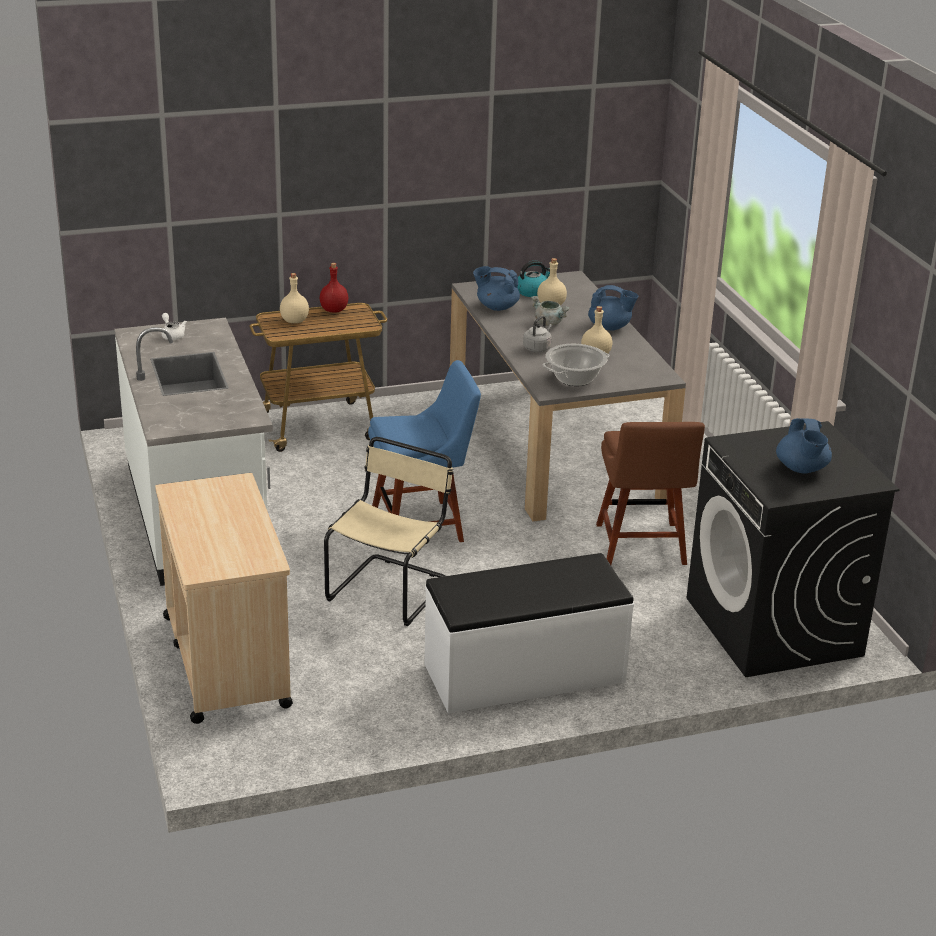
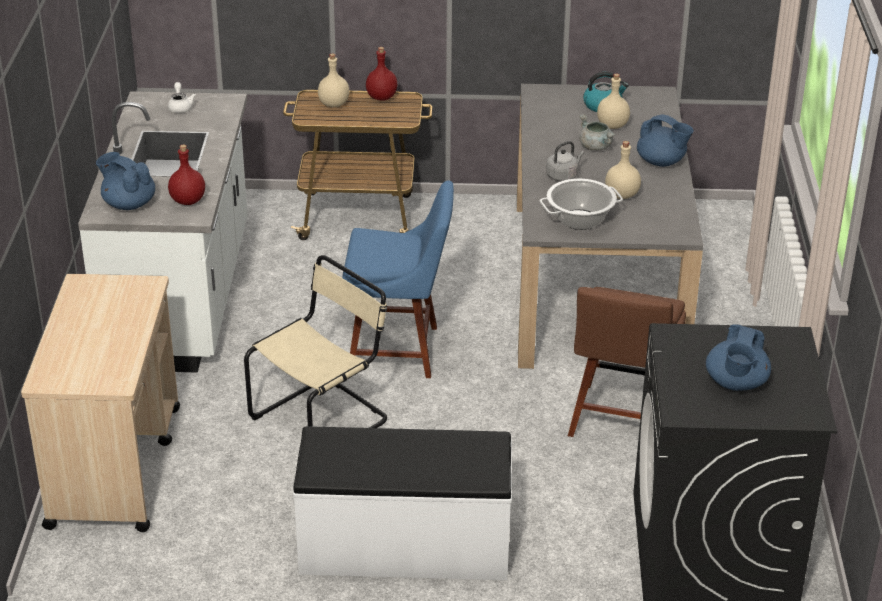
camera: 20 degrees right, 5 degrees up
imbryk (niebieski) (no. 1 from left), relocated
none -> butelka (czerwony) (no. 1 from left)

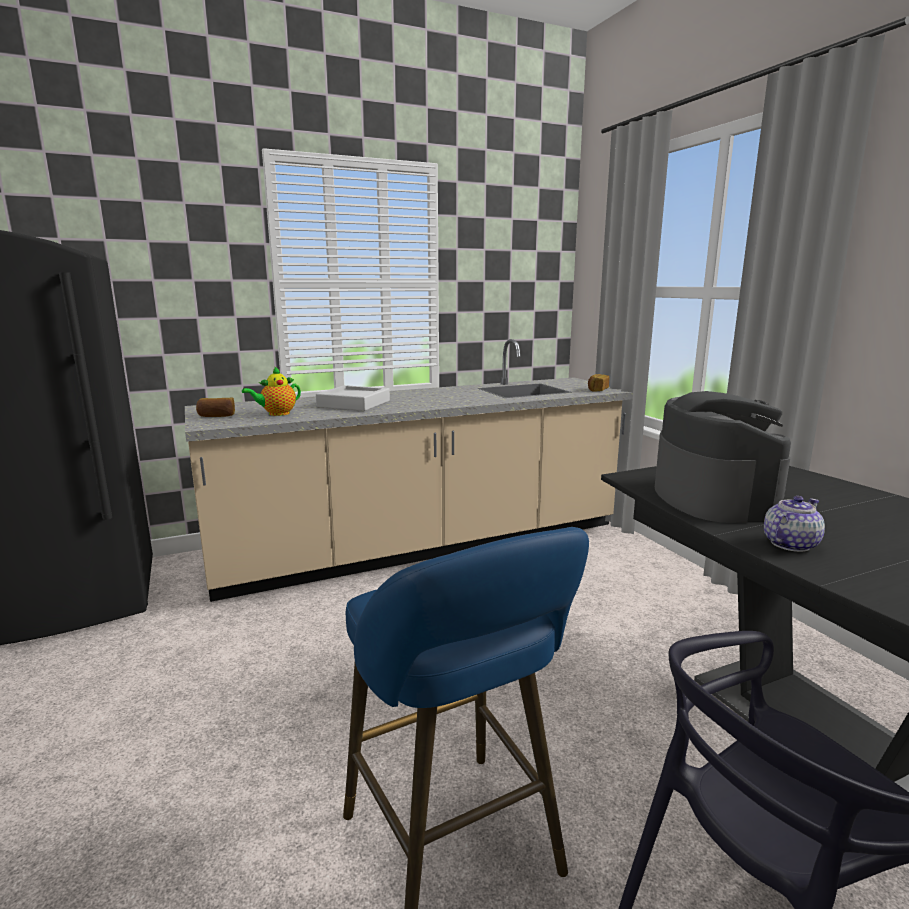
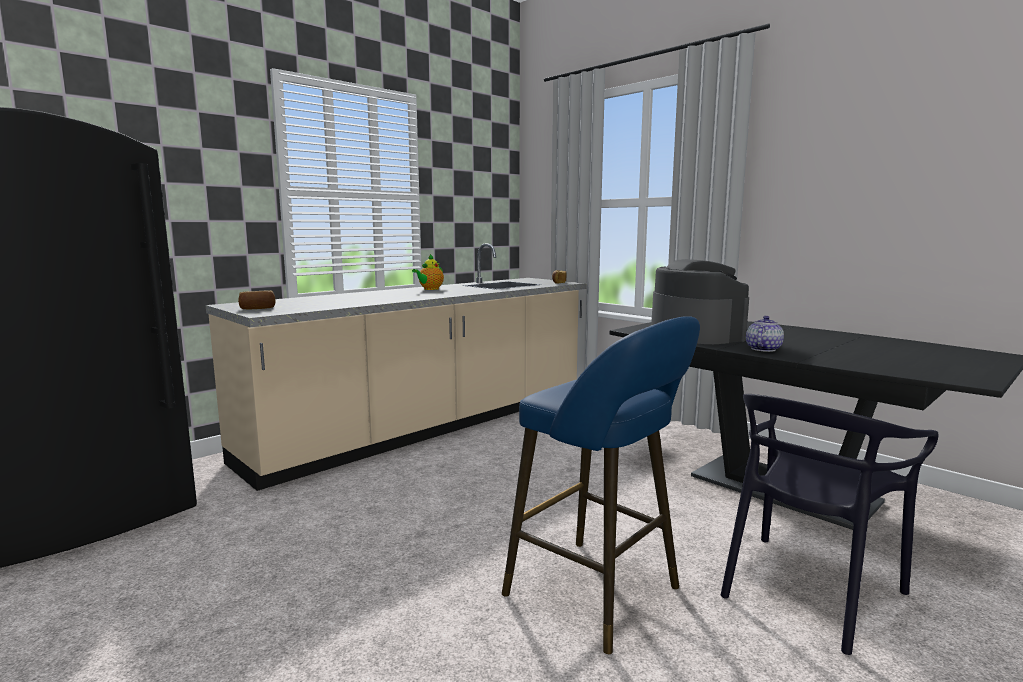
camera: 20 degrees left, 5 degrees down
imbryk (no. 1 from left), relocated
taca (szary) -> none

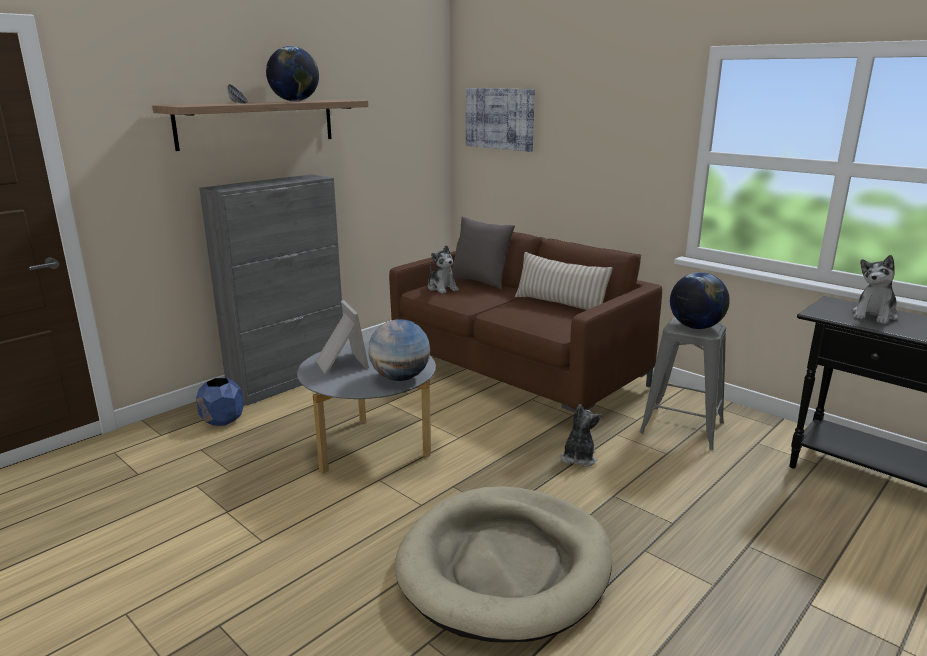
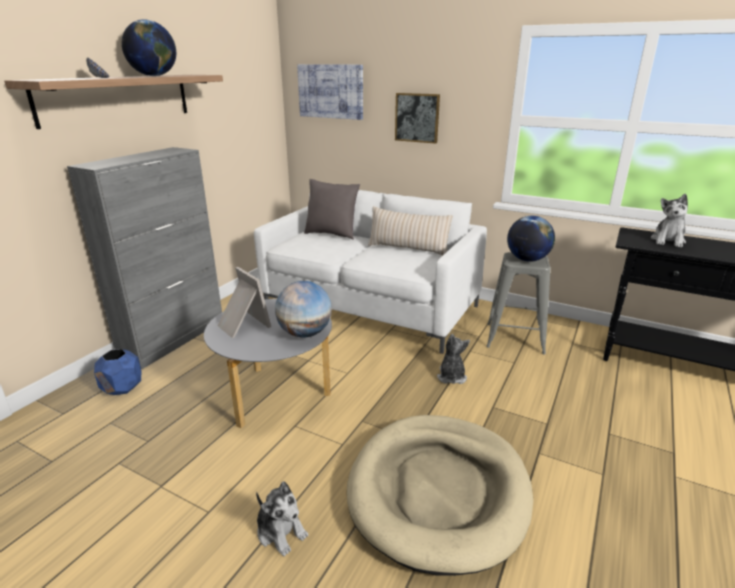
camera: 15 degrees left, 5 degrees up
kanapa (brązowy) -> kanapa (biały)
pluszak (no. 1 from left), relocated
none -> obraz (no. 2 from left)

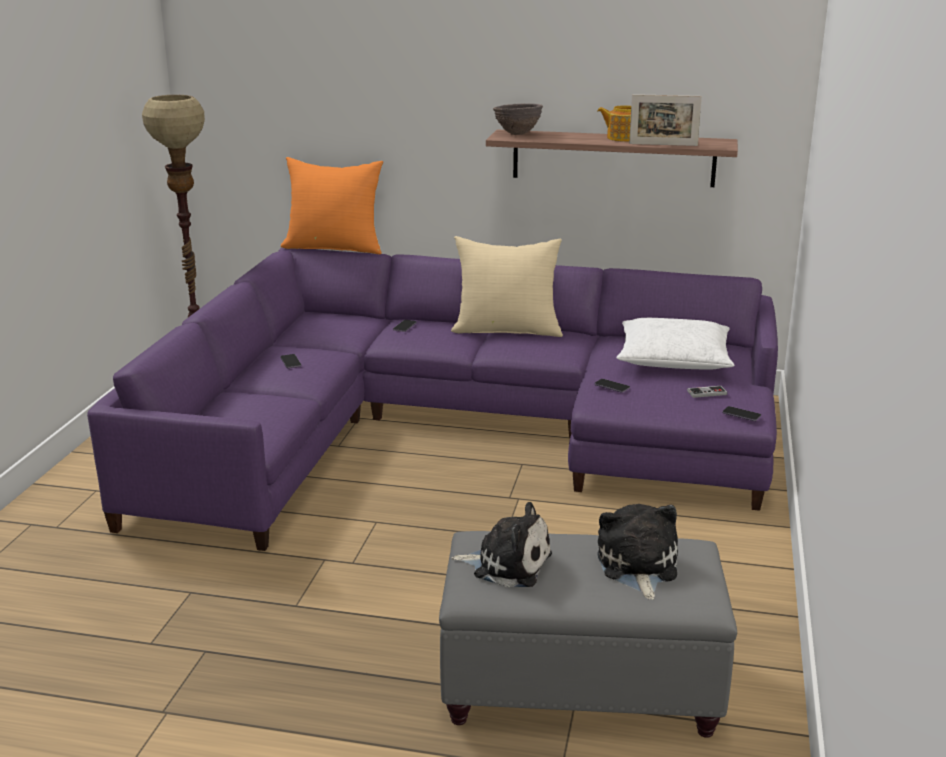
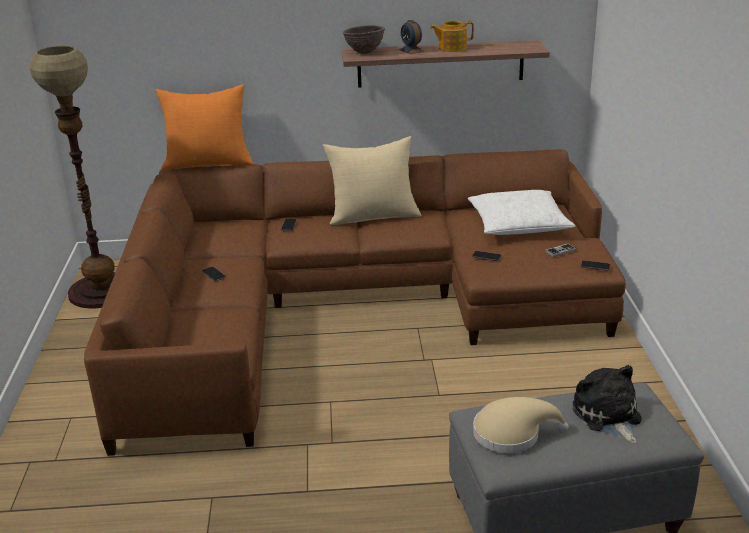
camera: 15 degrees left, 5 degrees up
ramka na zdjęcie -> none
kanapa (fioletowy) -> kanapa (brązowy)
pluszak (no. 1 from left) -> kapelusz (beżowy)
none -> budzik

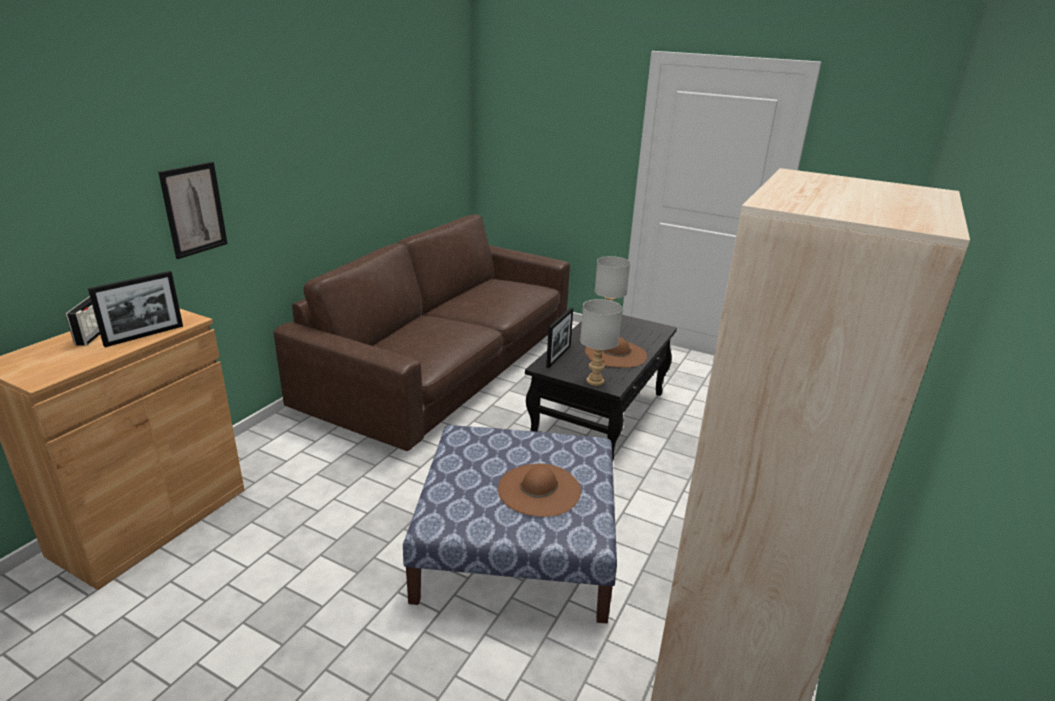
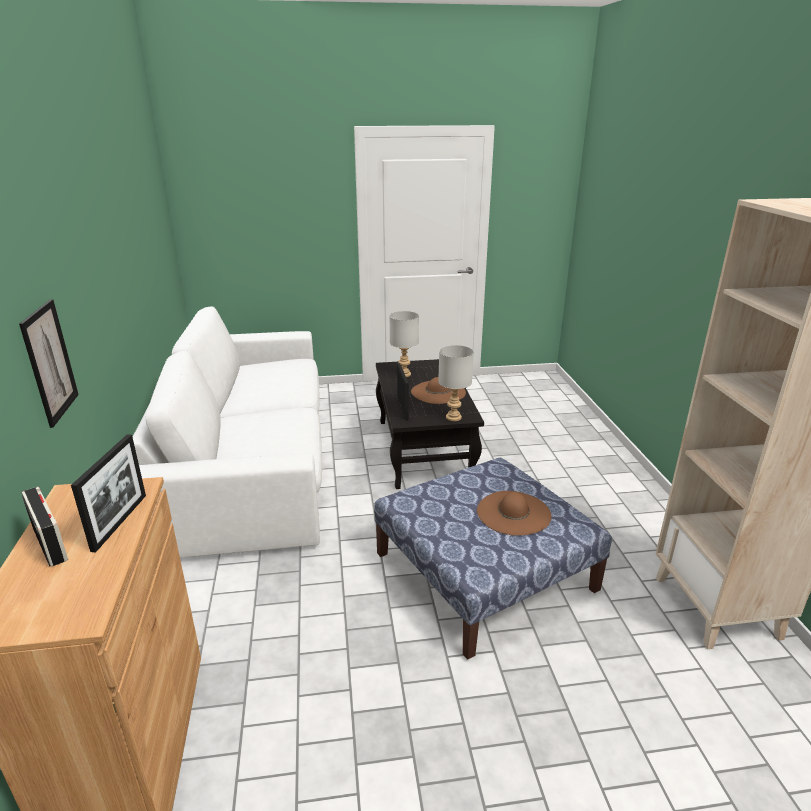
camera: 35 degrees left, 0 degrees up
kanapa (brązowy) -> kanapa (biały)

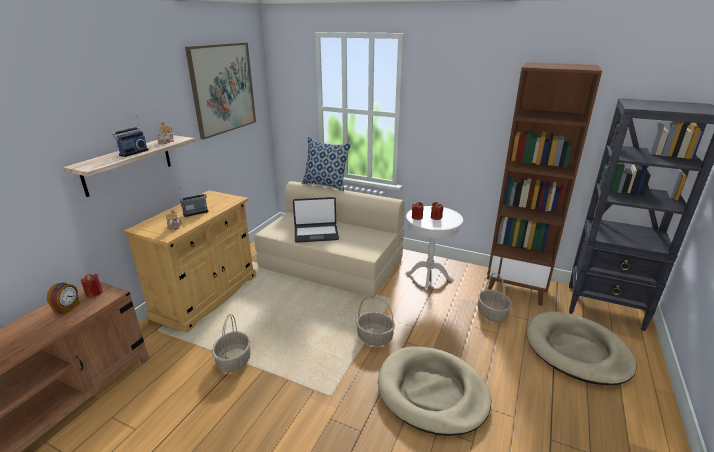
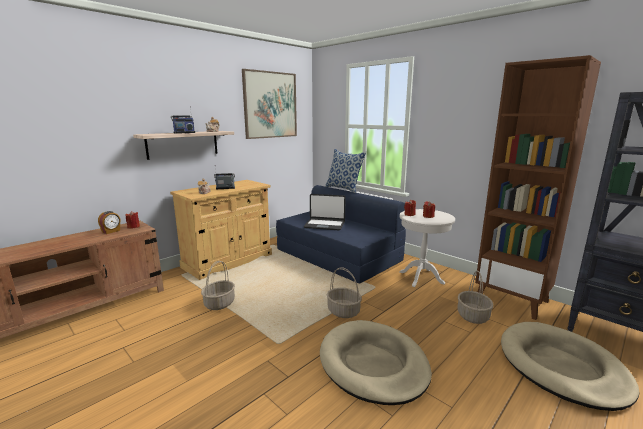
camera: 20 degrees right, 10 degrees down
kanapa (beżowy) -> kanapa (niebieski)

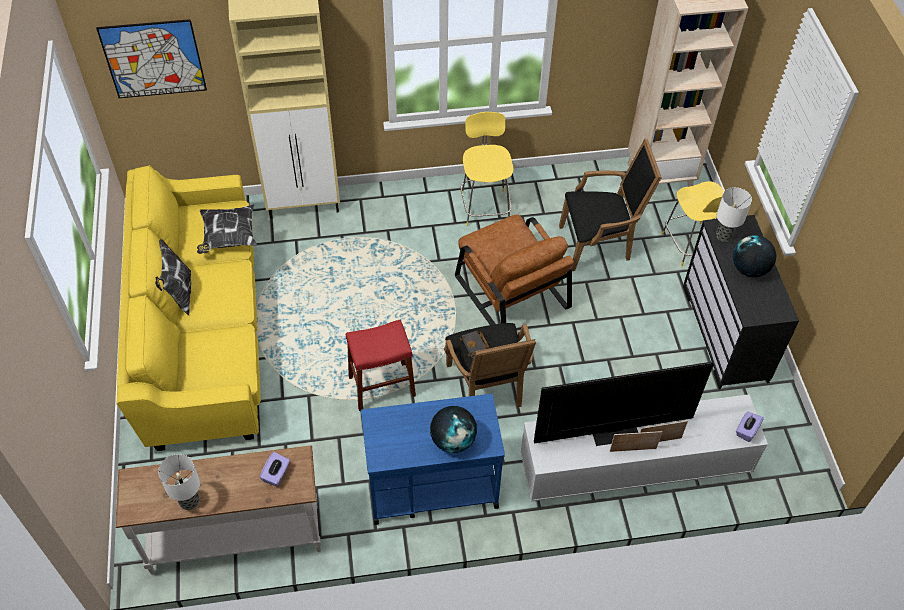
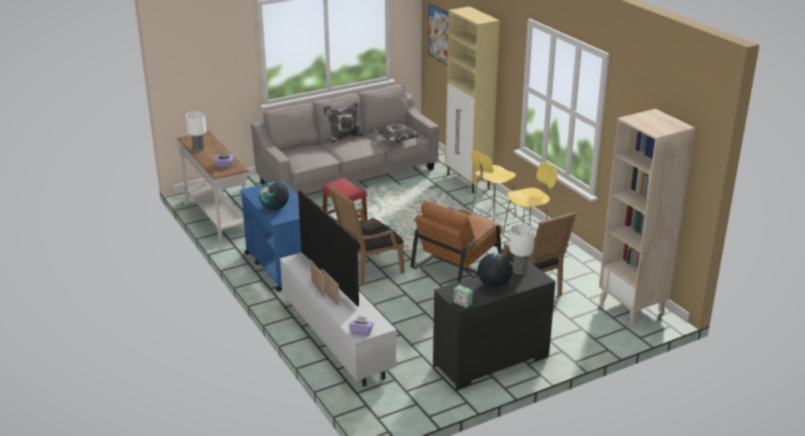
camera: 70 degrees right, 25 degrees down
kanapa (żółty) -> kanapa (szary)
stołek (żółty) (no. 2 from left in the first image) -> stołek (żółty) (no. 1 from left), relocated
none -> budzik

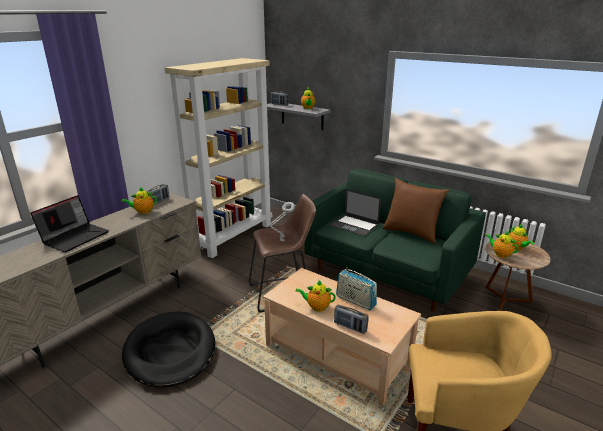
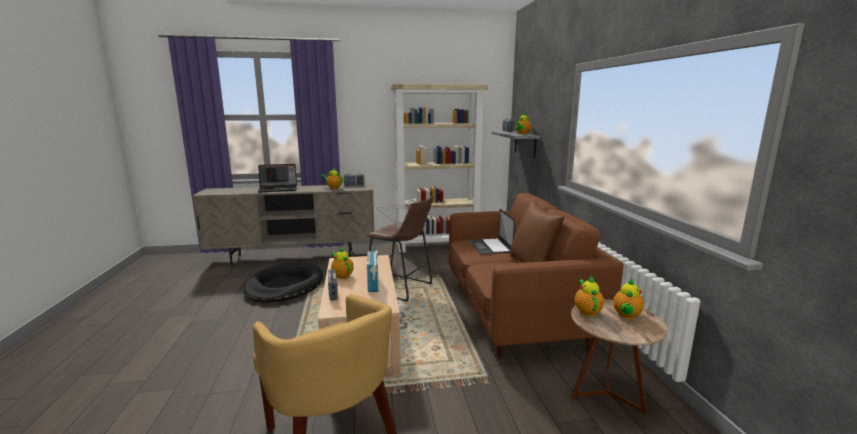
camera: 45 degrees right, 10 degrees down
kanapa (zielony) -> kanapa (brązowy)

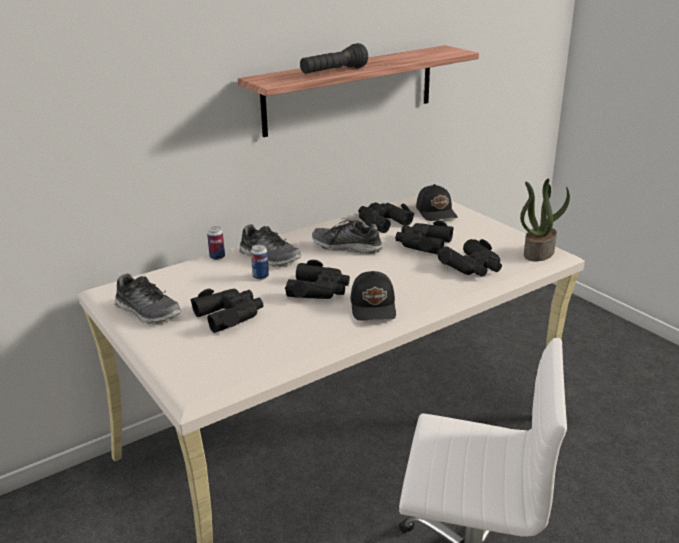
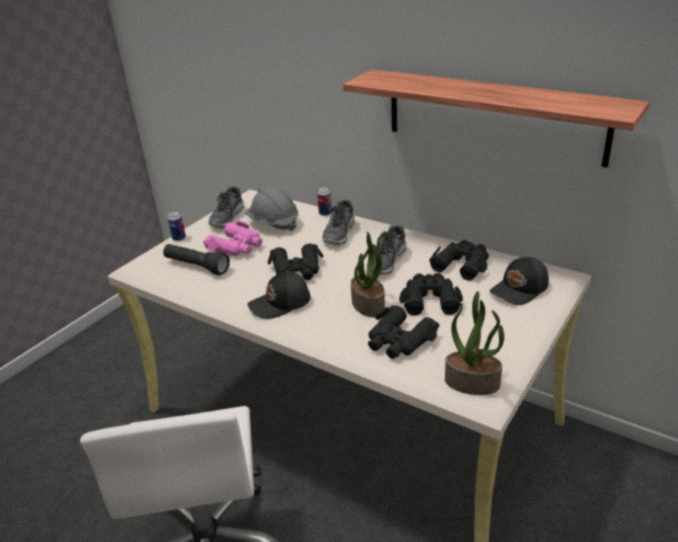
camera: 70 degrees right, 5 degrees up
latarka (czarny), relocated
but (no. 3 from left), 150 degrees counterclockwise
puszka (no. 2 from left in the first image) -> puszka (no. 1 from left), relocated
lornetka (czarny) (no. 1 from left) -> lornetka (różowy)
none -> kask (szary)
none -> roślina doniczkowa (no. 1 from left)

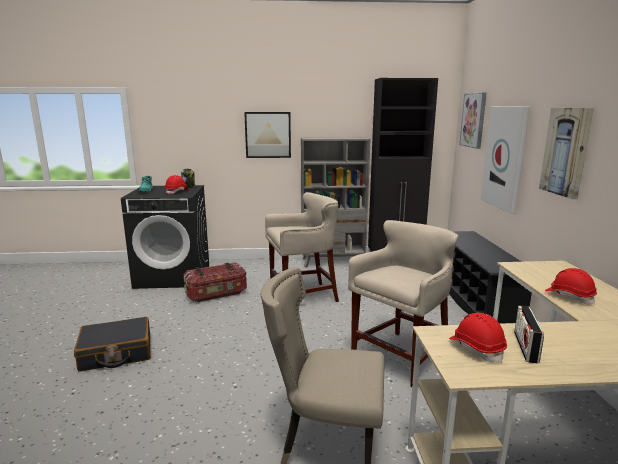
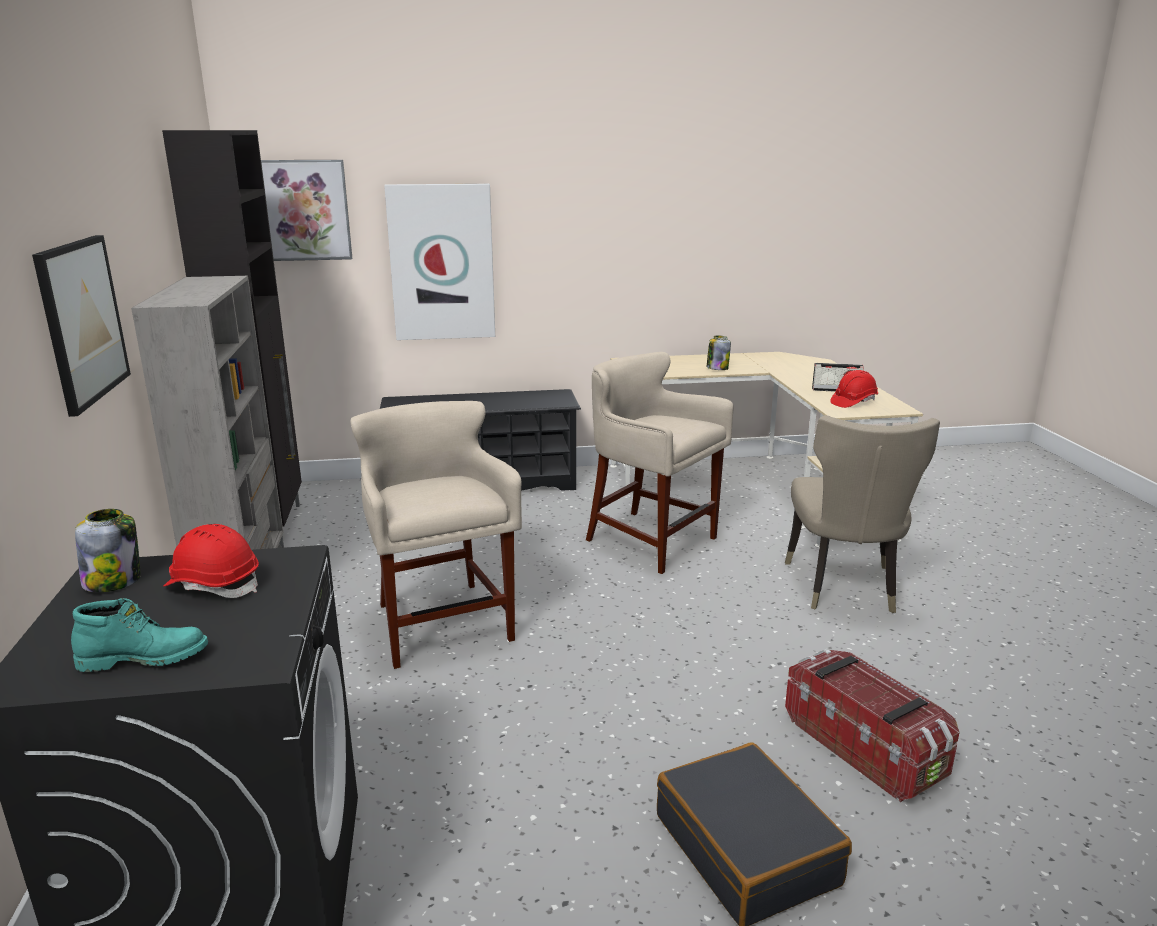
camera: 95 degrees left, 5 degrees up
obraz (no. 4 from left) -> none
pojemnik do przechowywania, relocated
kask (czerwony) (no. 3 from left) -> słoik (no. 2 from left)

